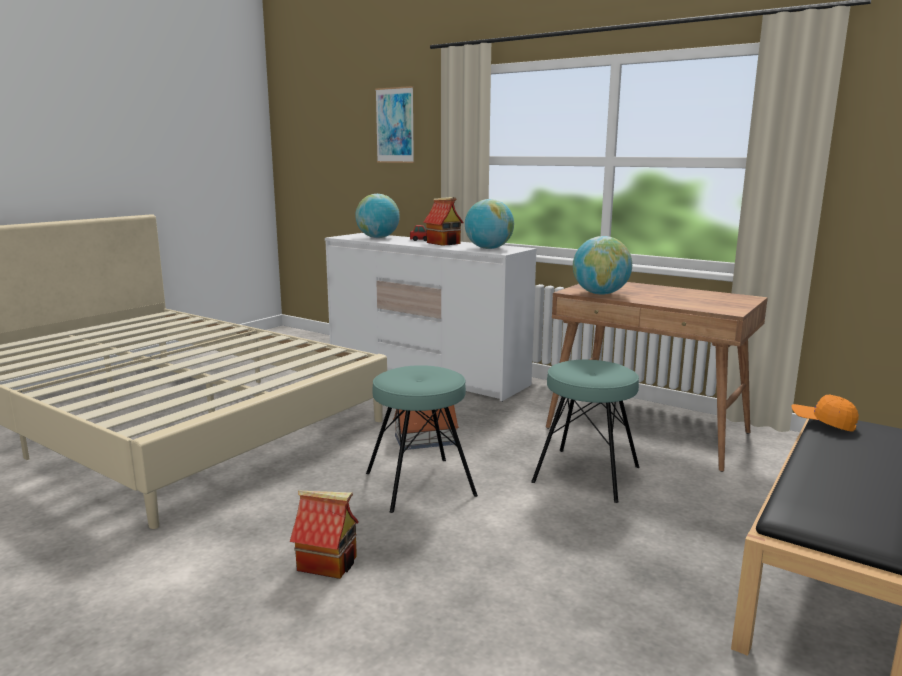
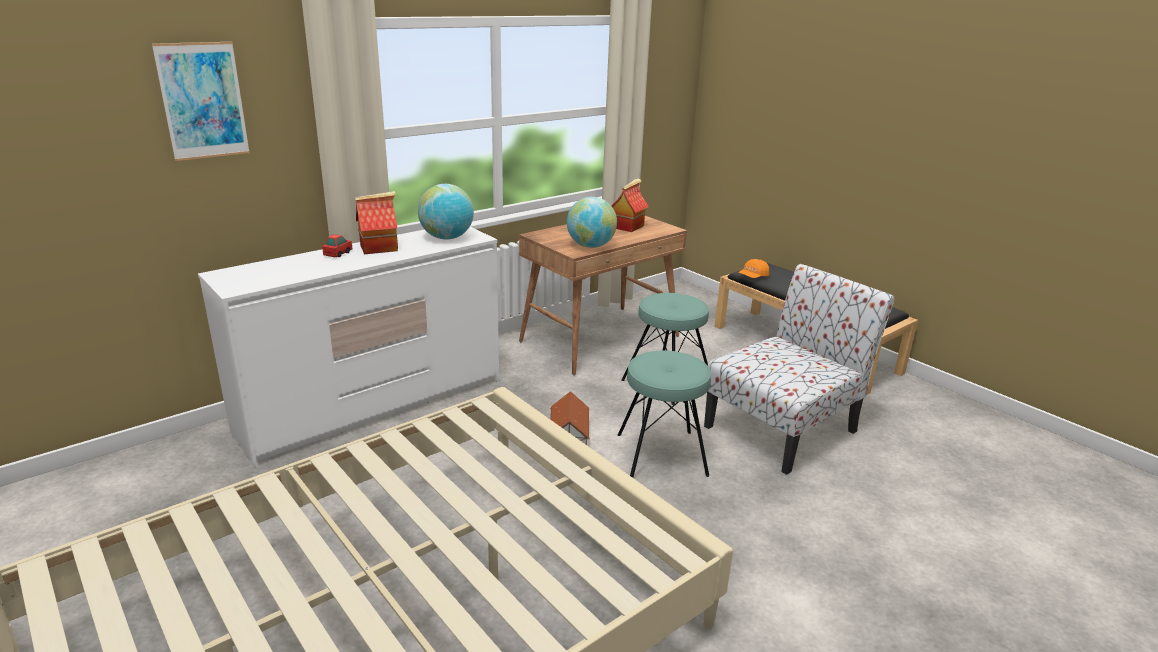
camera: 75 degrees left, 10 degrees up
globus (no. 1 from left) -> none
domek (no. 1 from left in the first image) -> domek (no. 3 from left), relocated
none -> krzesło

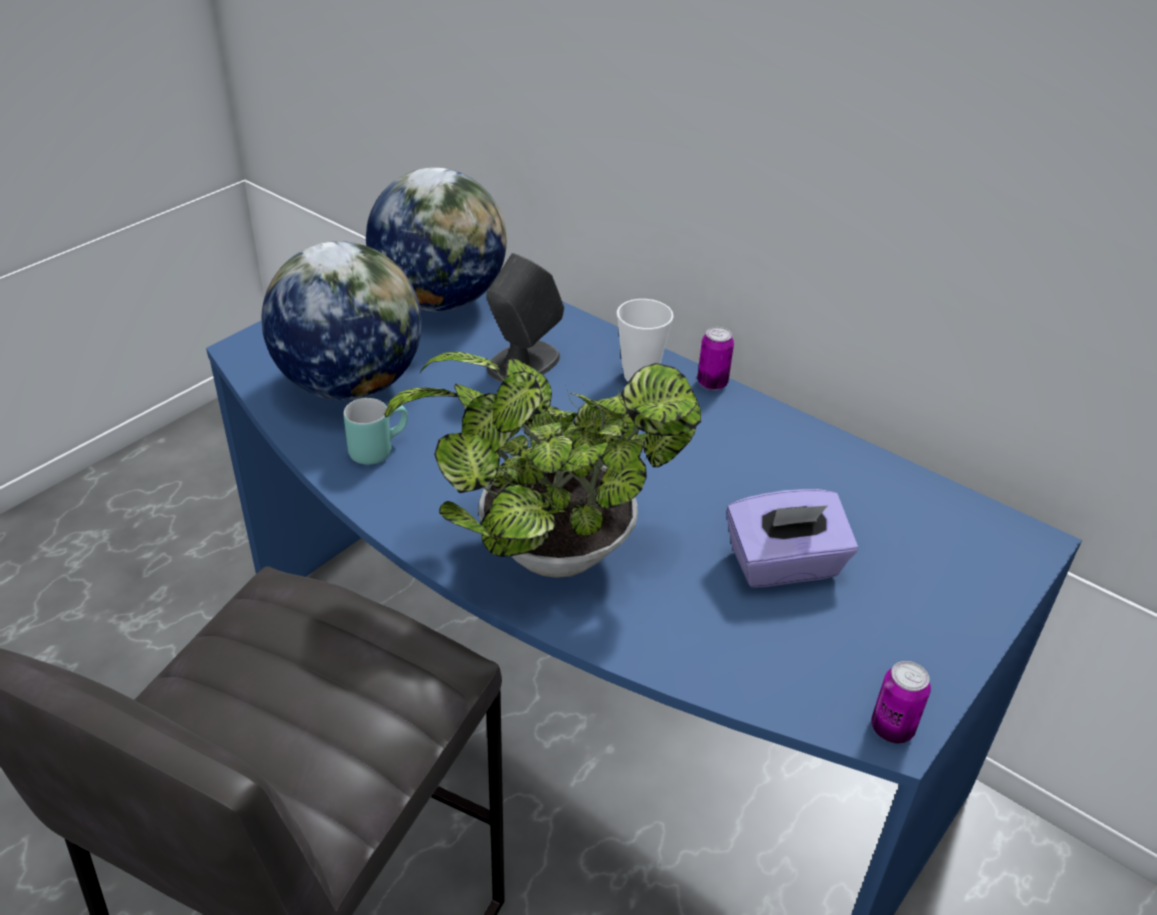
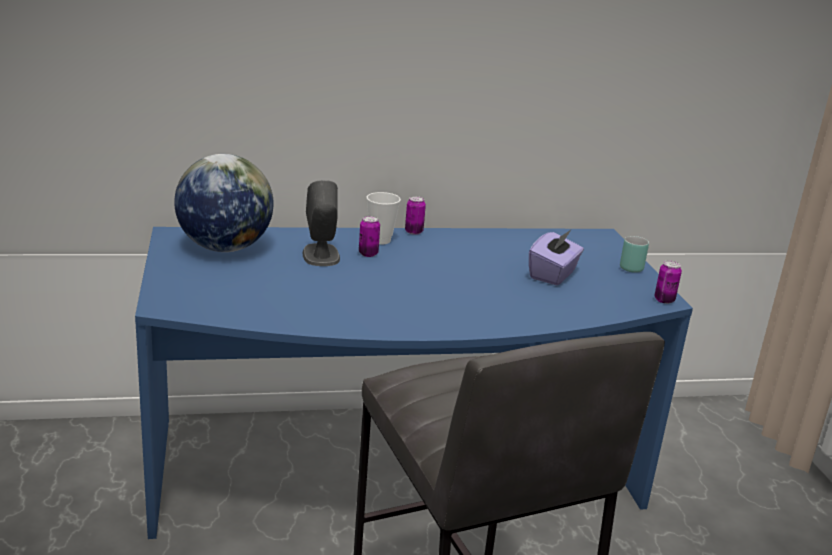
camera: 50 degrees left, 15 degrees down
globus (no. 1 from left) -> none
roślina doniczkowa -> none
kubek (turkusowy), relocated
none -> puszka (no. 1 from left)

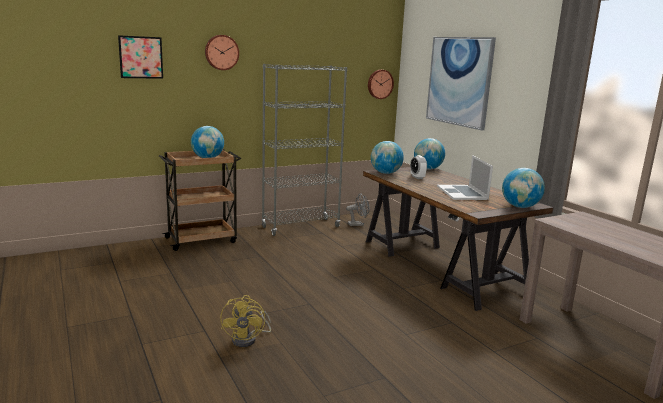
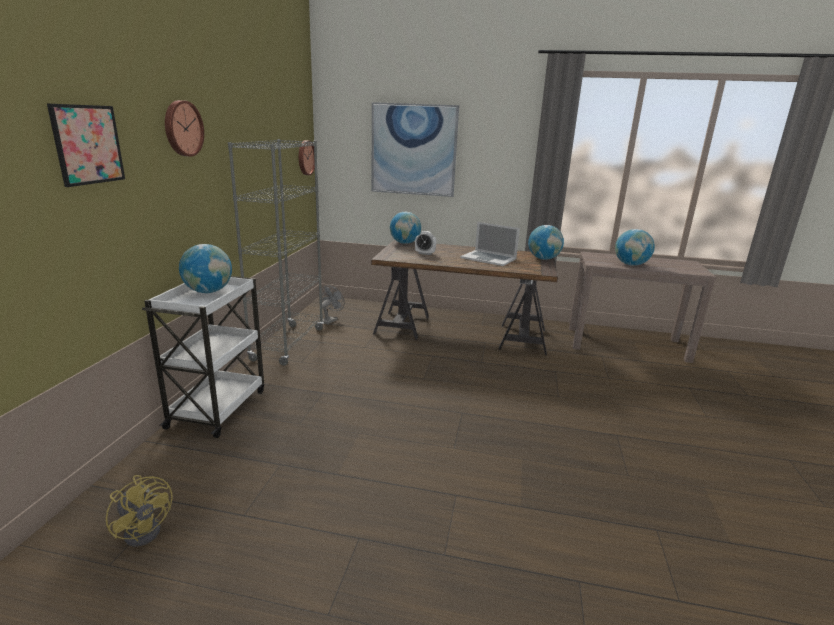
camera: 50 degrees left, 5 degrees up
globus (no. 2 from left in the first image) -> globus (no. 4 from left), relocated
wózek (brązowy) -> wózek (biały)
wentylator (żółty), relocated

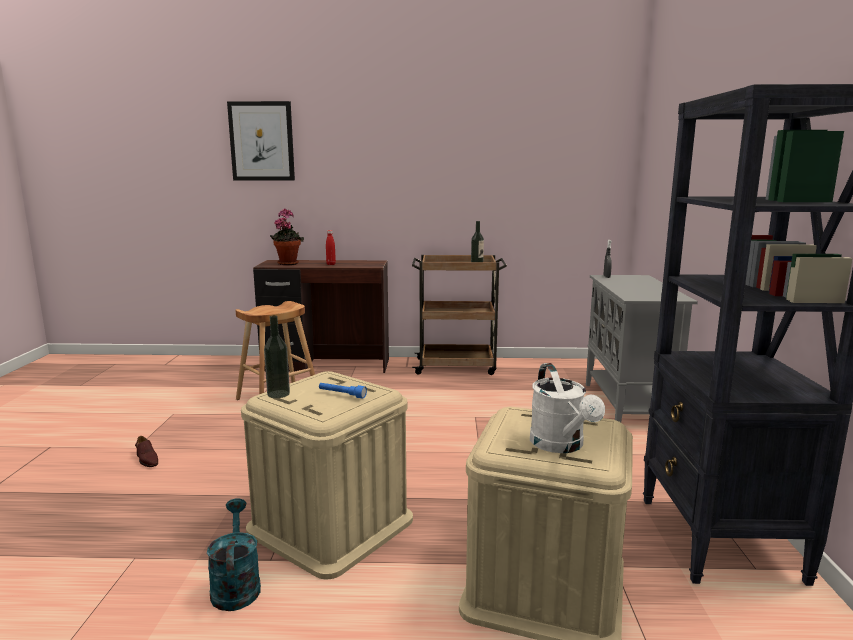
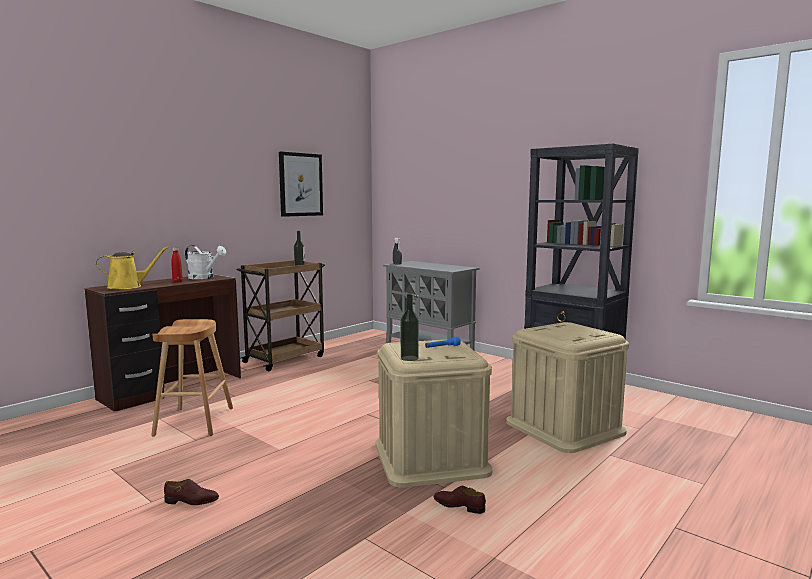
camera: 50 degrees left, 5 degrees down
obraz, relocated
roślina doniczkowa -> konewka (żółty)
konewka (biały), relocated
konewka (turkusowy) -> but (brązowy) (no. 2 from left)

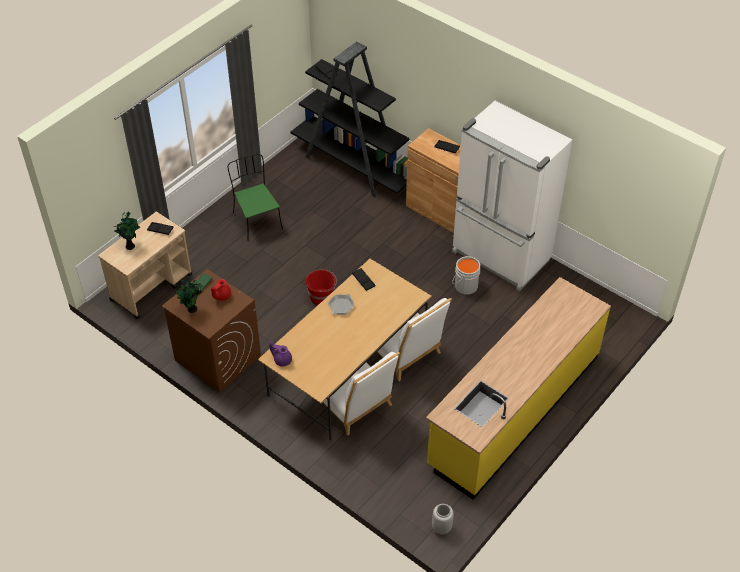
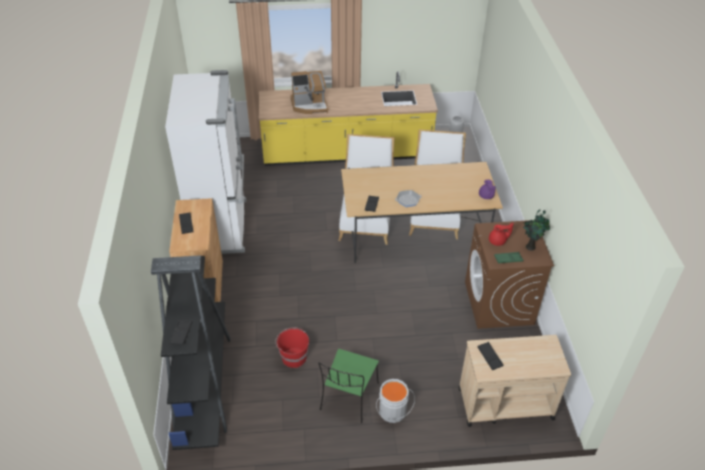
camera: 135 degrees left, 5 degrees down
roślina doniczkowa (no. 1 from left) -> none
wiadro (szary), relocated
wiadro (czerwony), relocated
none -> ekspres do kawy

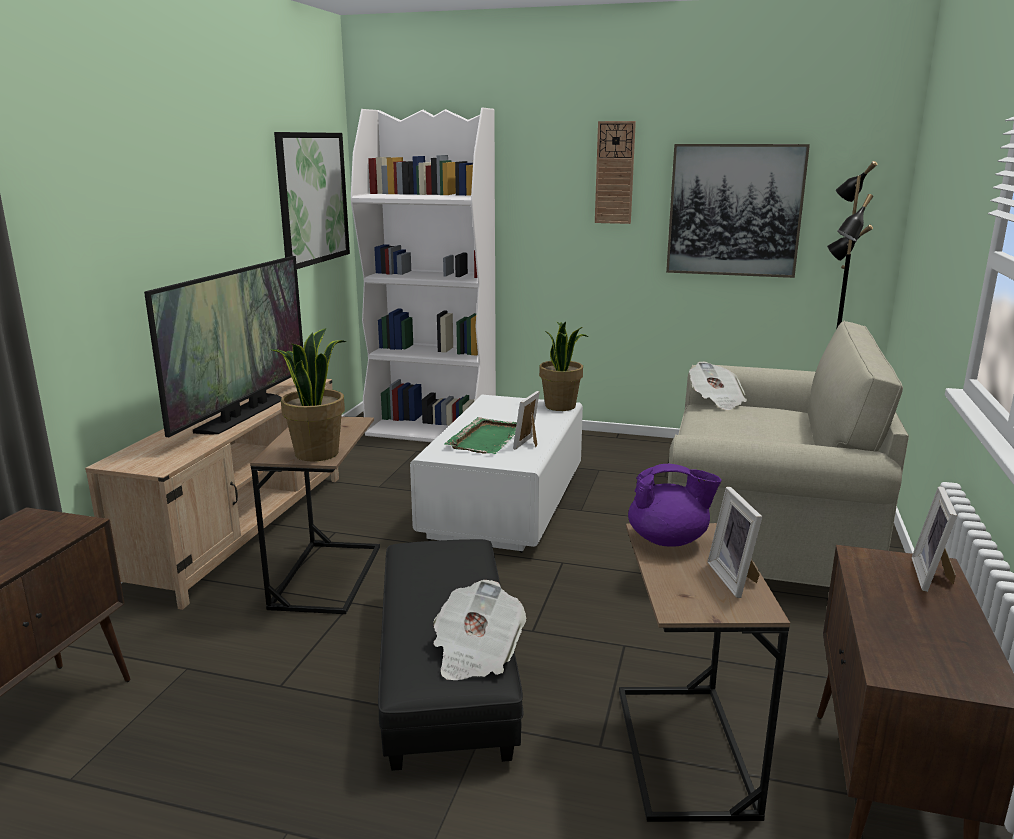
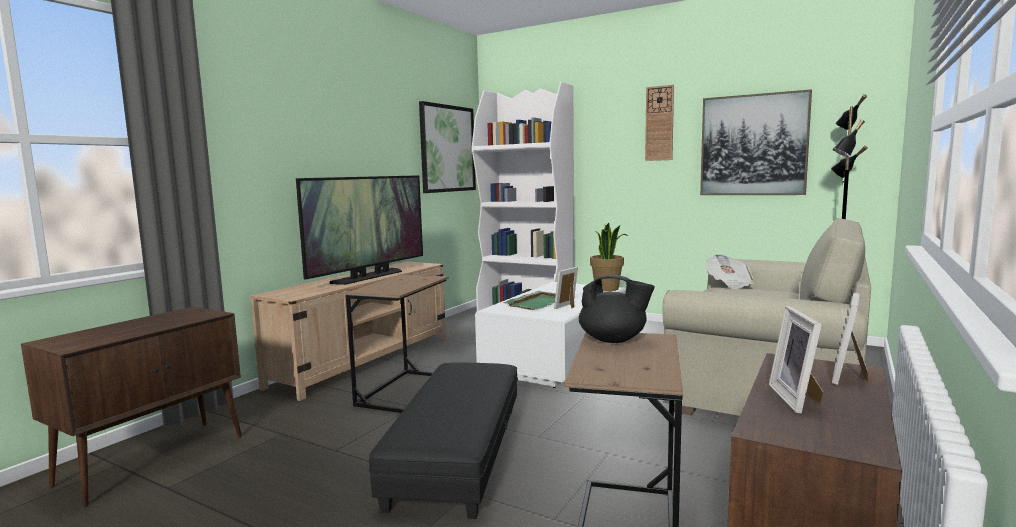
camera: 15 degrees right, 10 degrees down
roślina doniczkowa (no. 1 from left) -> none
imbryk (fioletowy) -> imbryk (czarny)
ramka na zdjęcie (no. 2 from left), relocated
gazeta (no. 1 from left) -> none

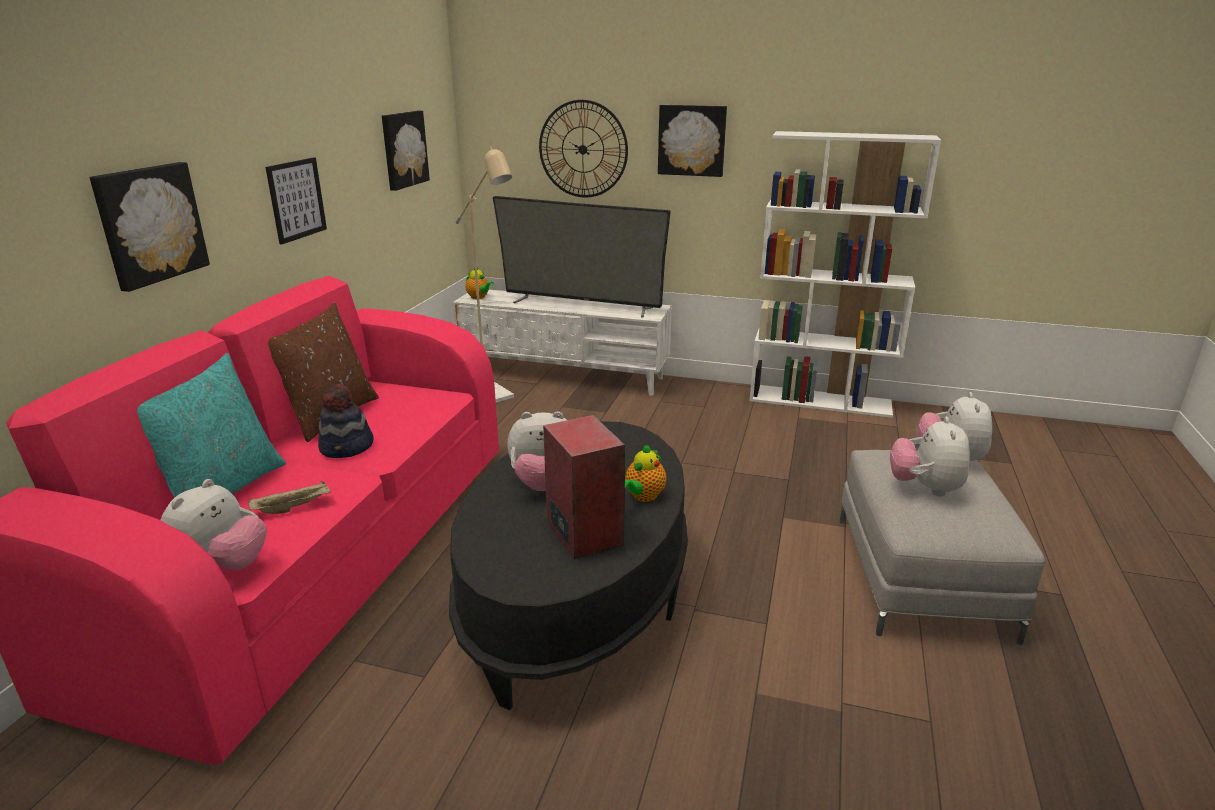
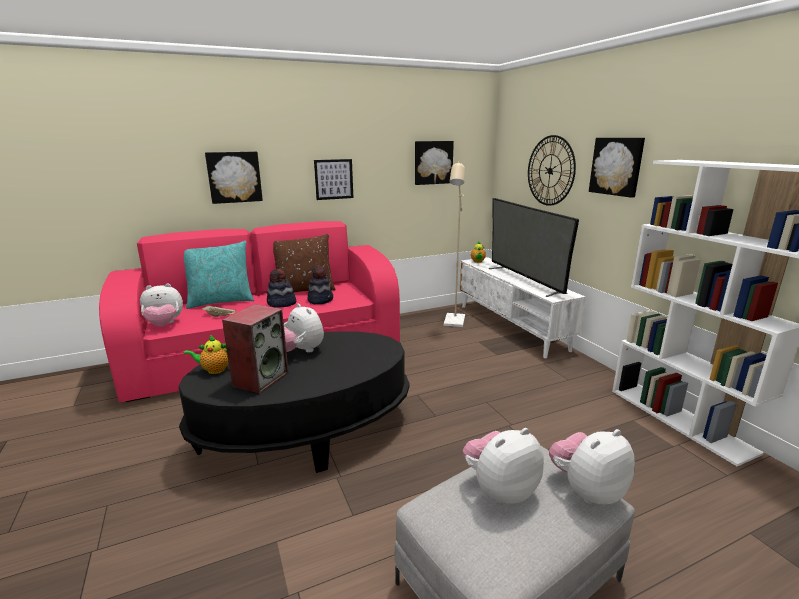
camera: 50 degrees right, 5 degrees down
imbryk (no. 2 from left in the first image) -> imbryk (no. 1 from left), relocated
none -> kapelusz (no. 2 from left)

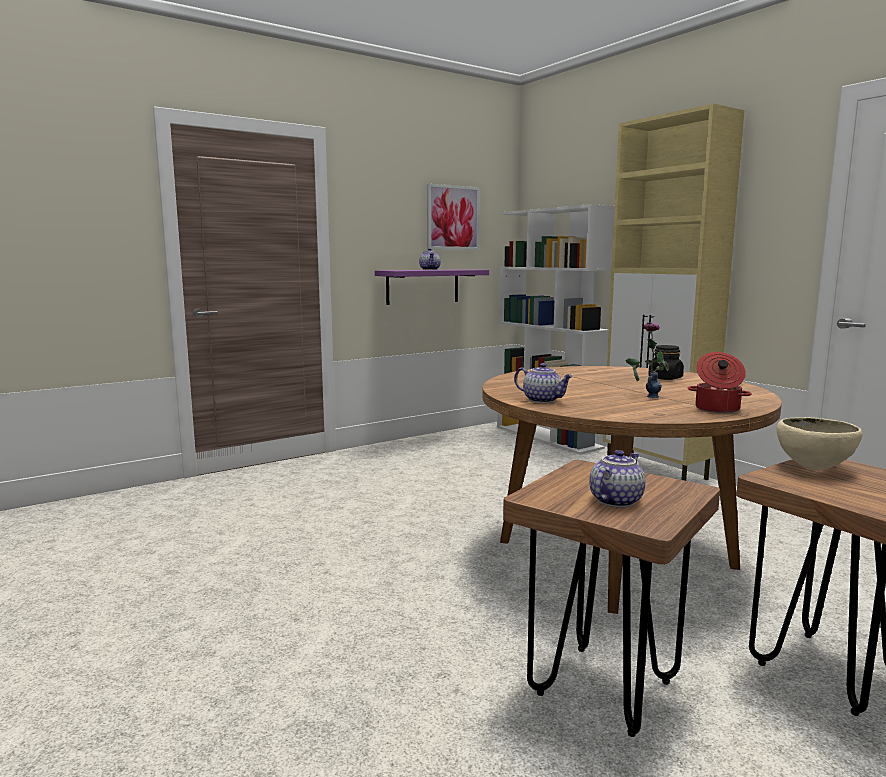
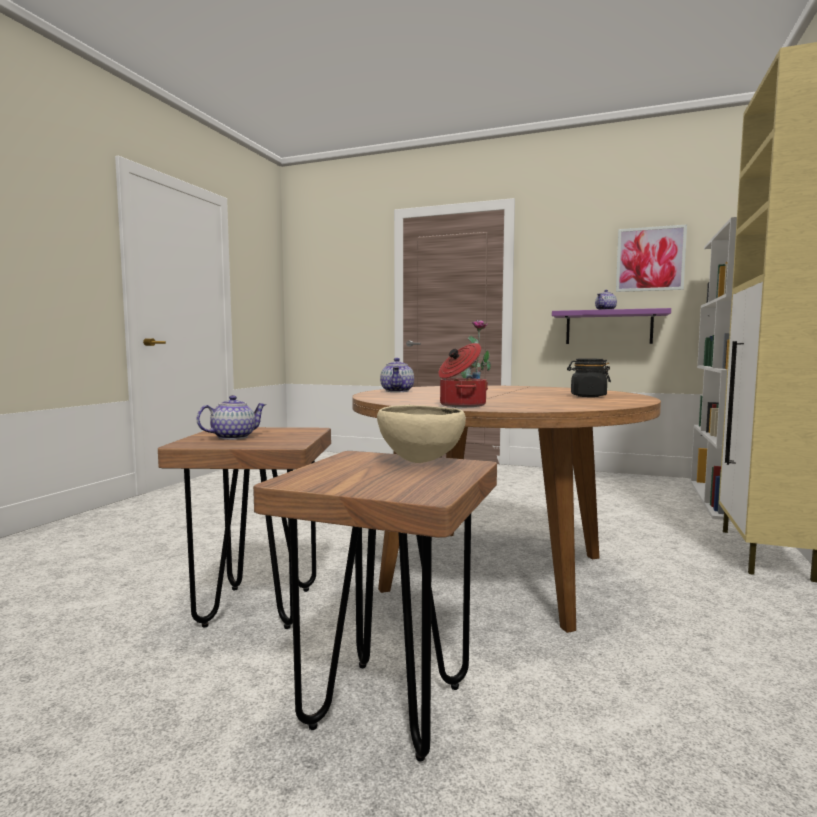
camera: 55 degrees right, 5 degrees down
imbryk (no. 3 from left in the first image) -> imbryk (no. 1 from left), 45 degrees counterclockwise

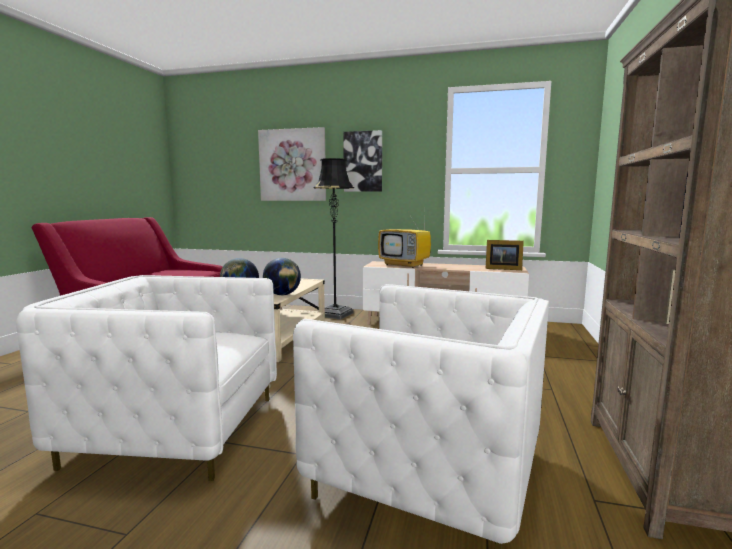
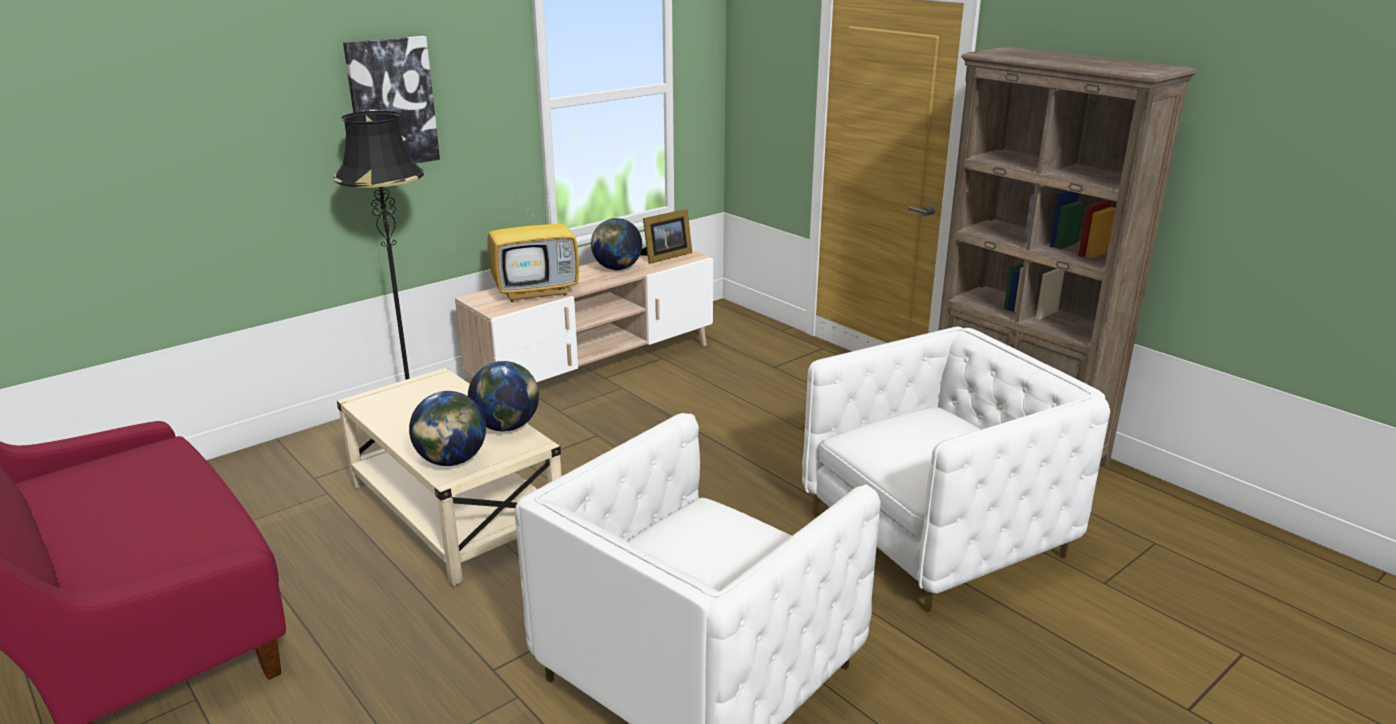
camera: 55 degrees left, 15 degrees up
obraz (no. 1 from left) -> none
none -> globus (no. 3 from left)

